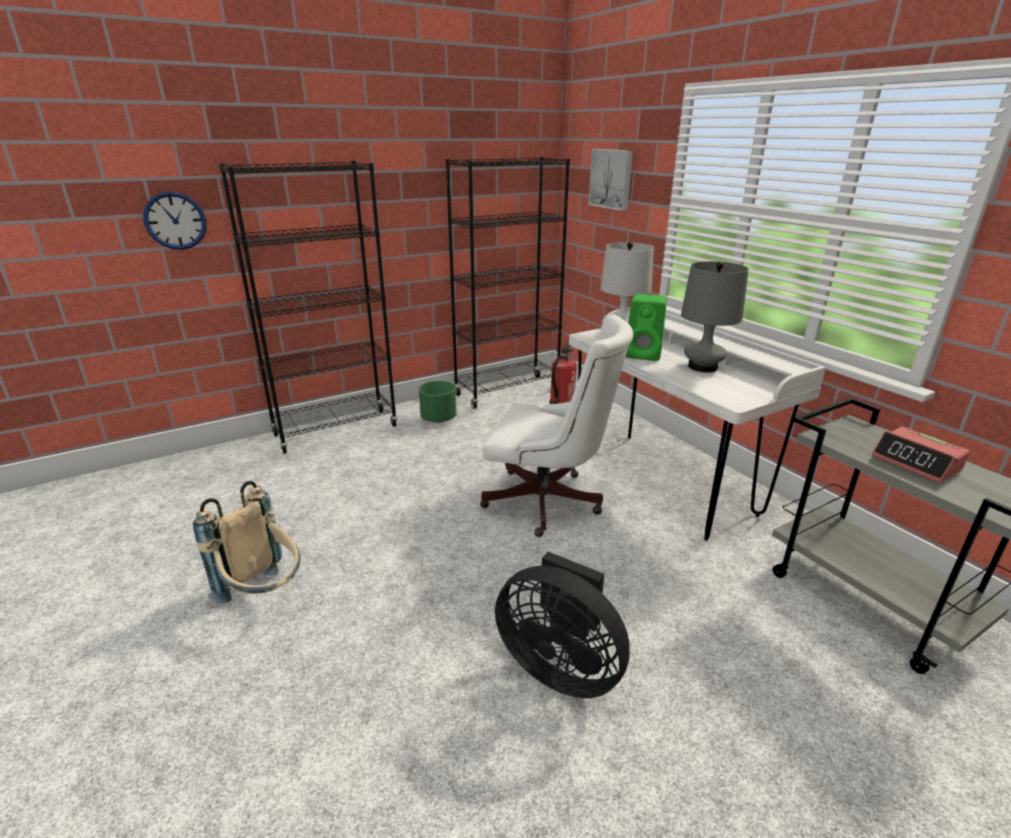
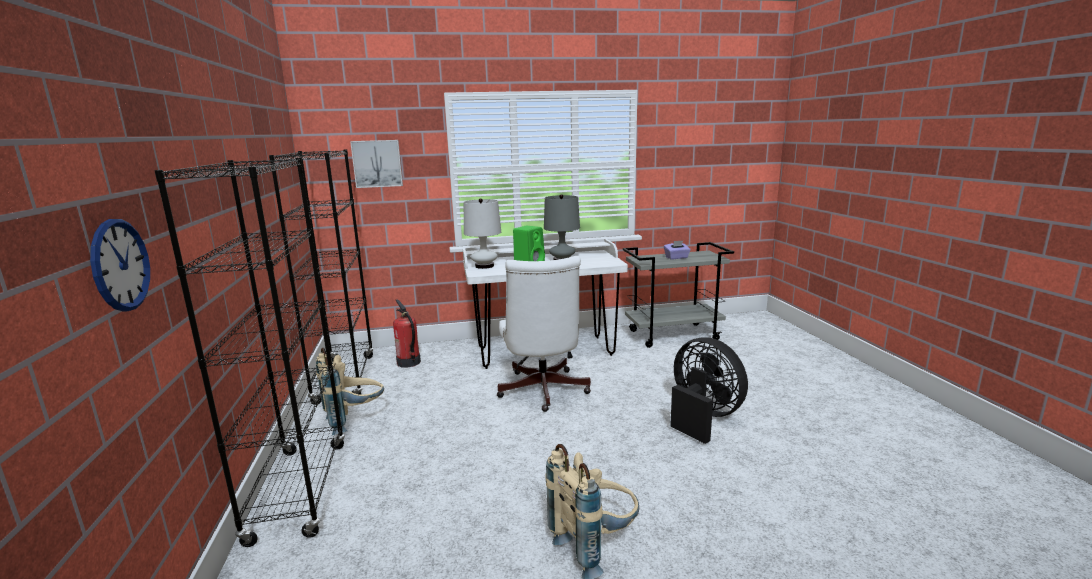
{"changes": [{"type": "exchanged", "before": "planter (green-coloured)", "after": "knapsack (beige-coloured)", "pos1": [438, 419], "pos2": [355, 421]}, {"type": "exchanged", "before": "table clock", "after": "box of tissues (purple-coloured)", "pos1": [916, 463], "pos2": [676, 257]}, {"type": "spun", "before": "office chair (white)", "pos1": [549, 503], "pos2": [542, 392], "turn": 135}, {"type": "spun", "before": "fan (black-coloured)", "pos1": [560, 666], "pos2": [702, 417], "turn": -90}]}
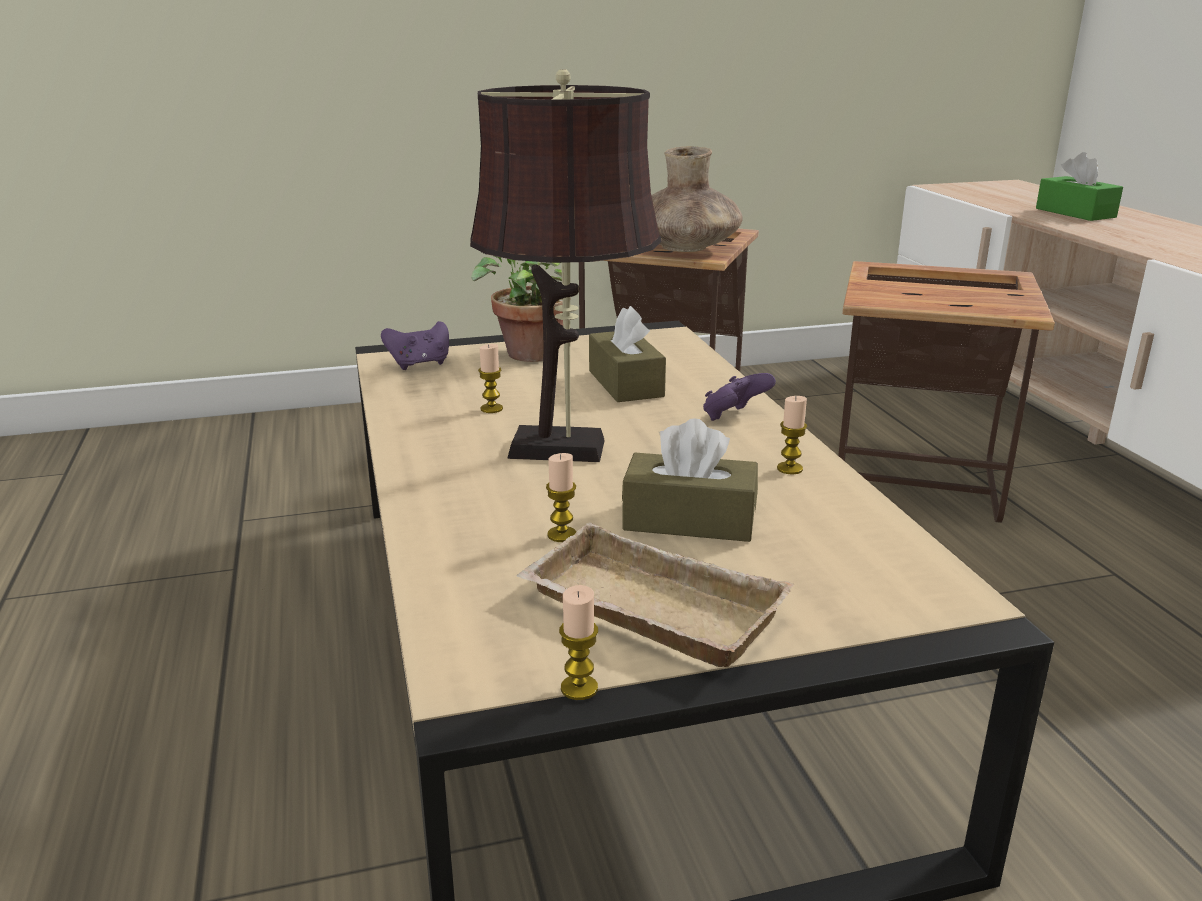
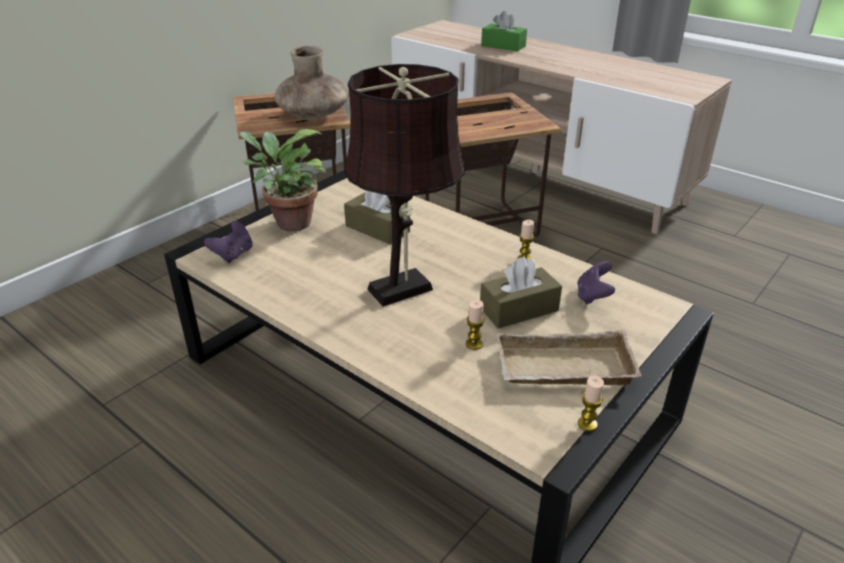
{"changes": [{"type": "missing", "before": "candle", "pos1": [491, 409]}, {"type": "relocated", "before": "joypad (purple-coloured)", "pos1": [734, 418], "pos2": [593, 296]}]}
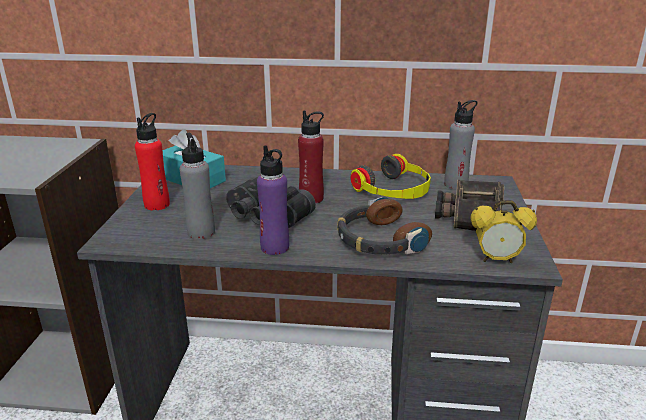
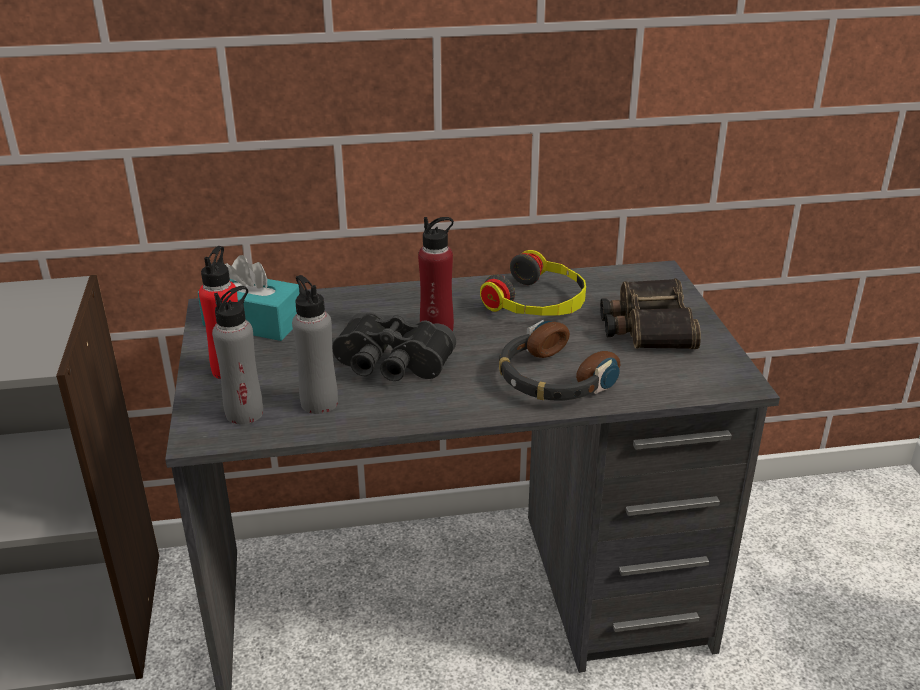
{"changes": [{"type": "missing", "before": "drink bottle (purple-coloured)", "pos1": [275, 247]}, {"type": "missing", "before": "table clock", "pos1": [496, 260]}, {"type": "relocated", "before": "drink bottle (gray)", "pos1": [456, 184], "pos2": [244, 413]}]}
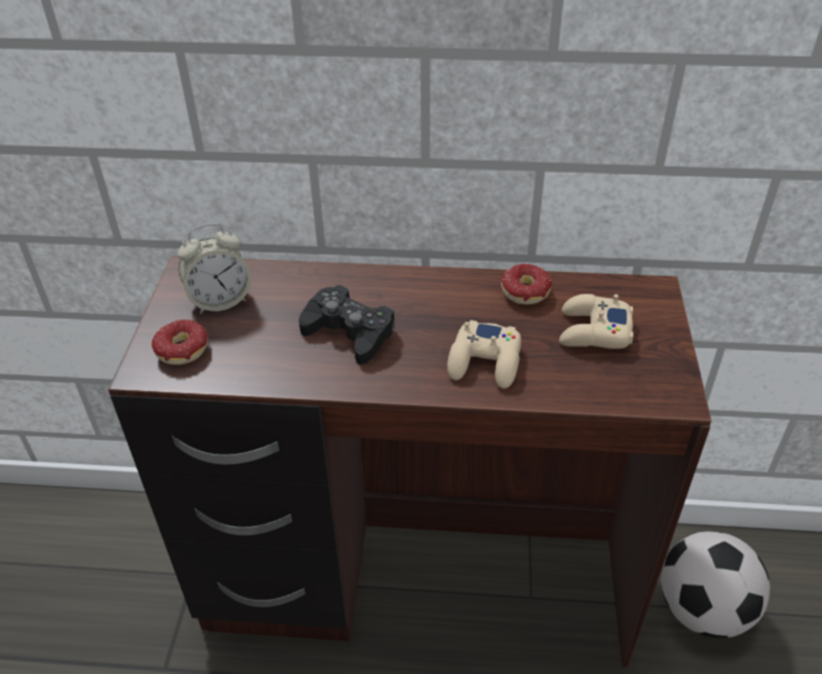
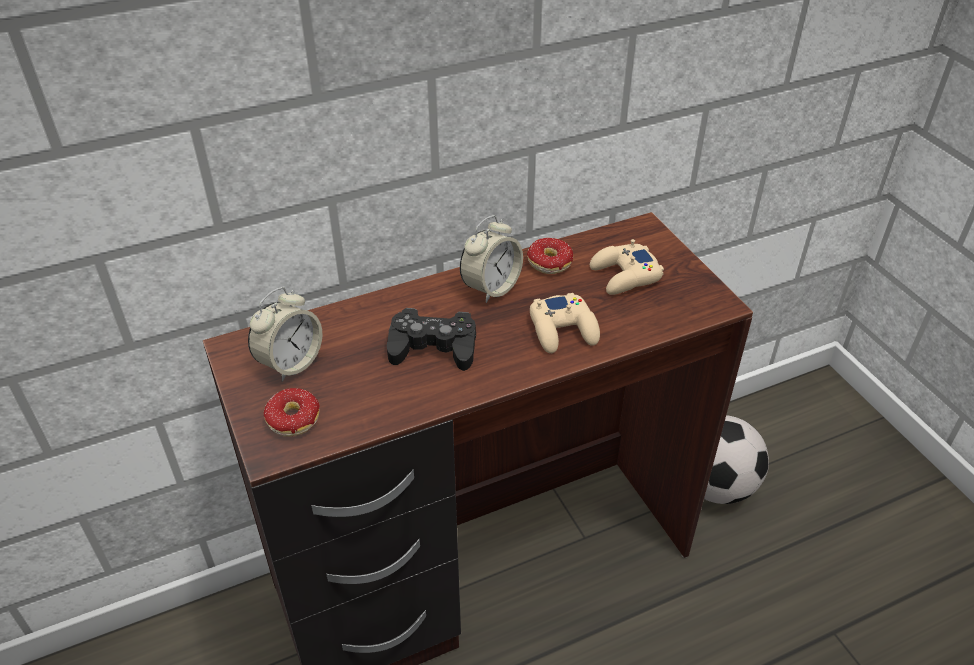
{"changes": [{"type": "appeared", "after": "table clock", "pos2": [491, 288]}]}
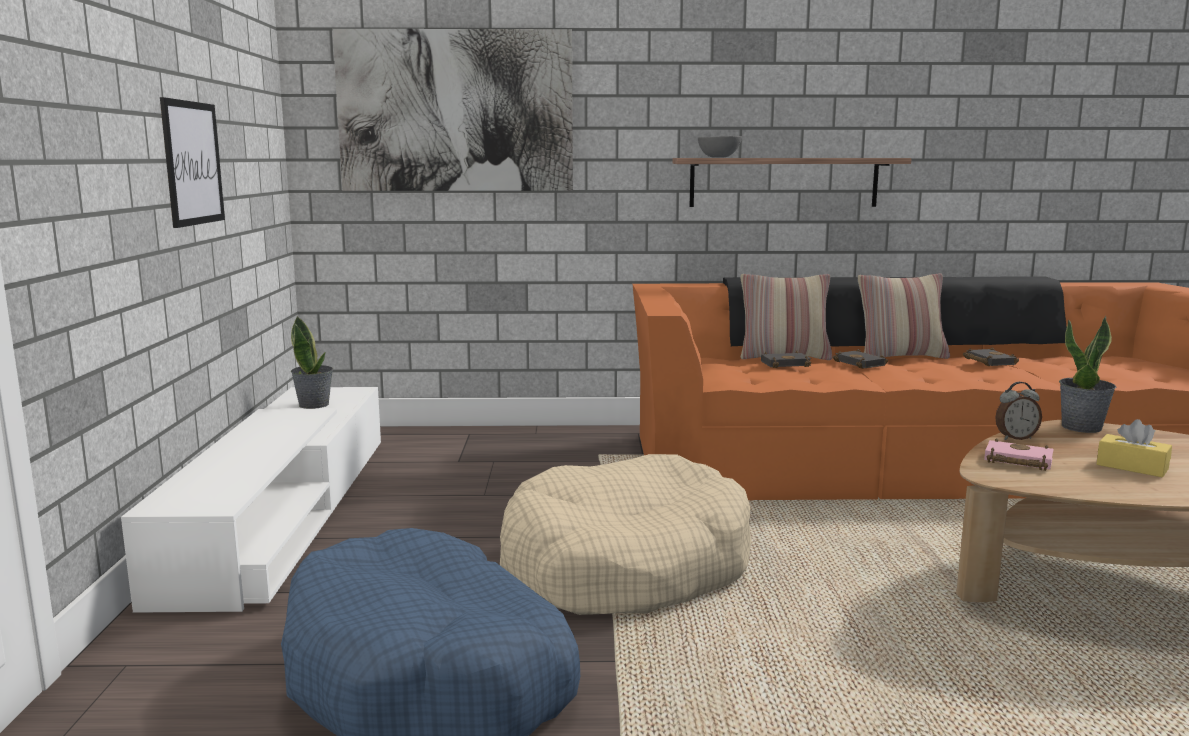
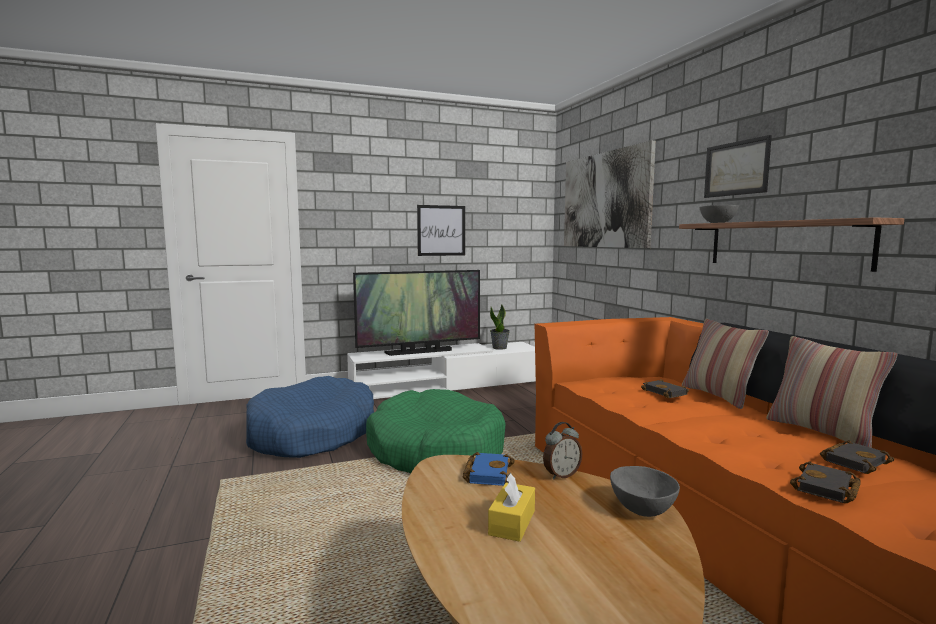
{"changes": [{"type": "appeared", "after": "TV set", "pos2": [419, 351]}, {"type": "appeared", "after": "wall art", "pos2": [736, 168]}, {"type": "relocated", "before": "bound book (black-coloured)", "pos1": [862, 363], "pos2": [827, 489]}, {"type": "exchanged", "before": "houseplant", "after": "bowl (gray)", "pos1": [1082, 427], "pos2": [642, 508]}, {"type": "colour", "before": "dog bed (beige-coloured)", "after": "dog bed (green-coloured)", "pos1": [625, 566], "pos2": [435, 452]}, {"type": "colour", "before": "bound book (pink)", "after": "bound book (blue)", "pos1": [1016, 461], "pos2": [487, 473]}, {"type": "spun", "before": "table clock", "pos1": [1015, 438], "pos2": [561, 475], "turn": -90}]}
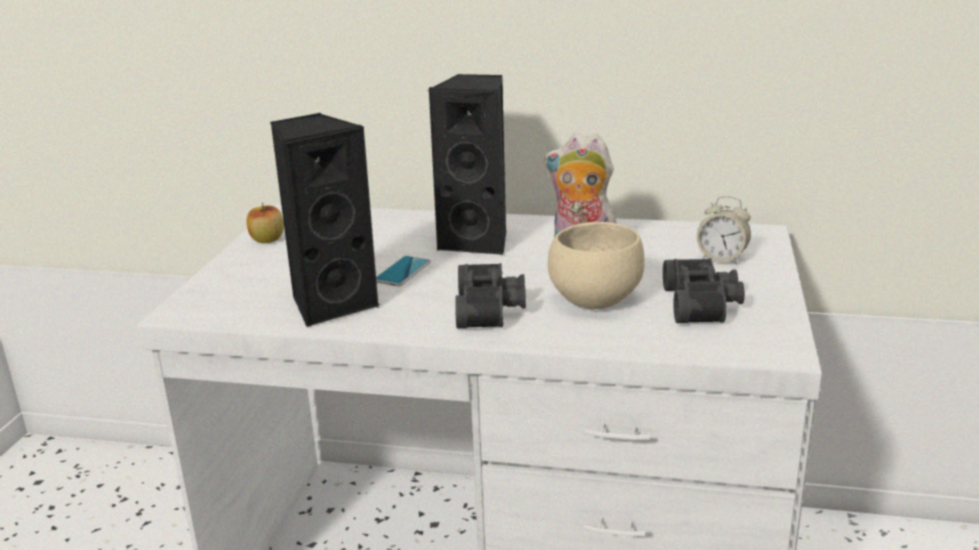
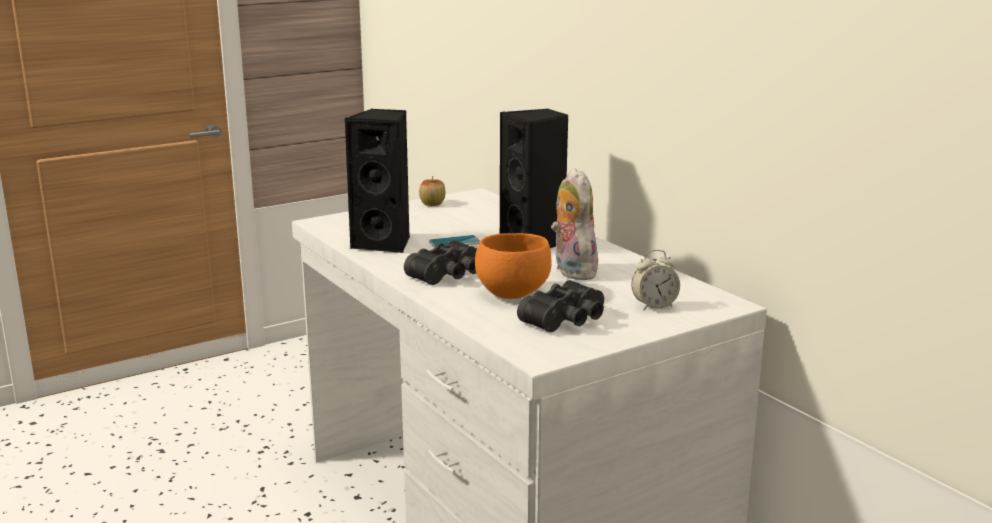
{"changes": [{"type": "colour", "before": "bowl (beige-coloured)", "after": "bowl (orangey)", "pos1": [592, 300], "pos2": [512, 293]}, {"type": "spun", "before": "table clock", "pos1": [722, 258], "pos2": [654, 306], "turn": -90}]}
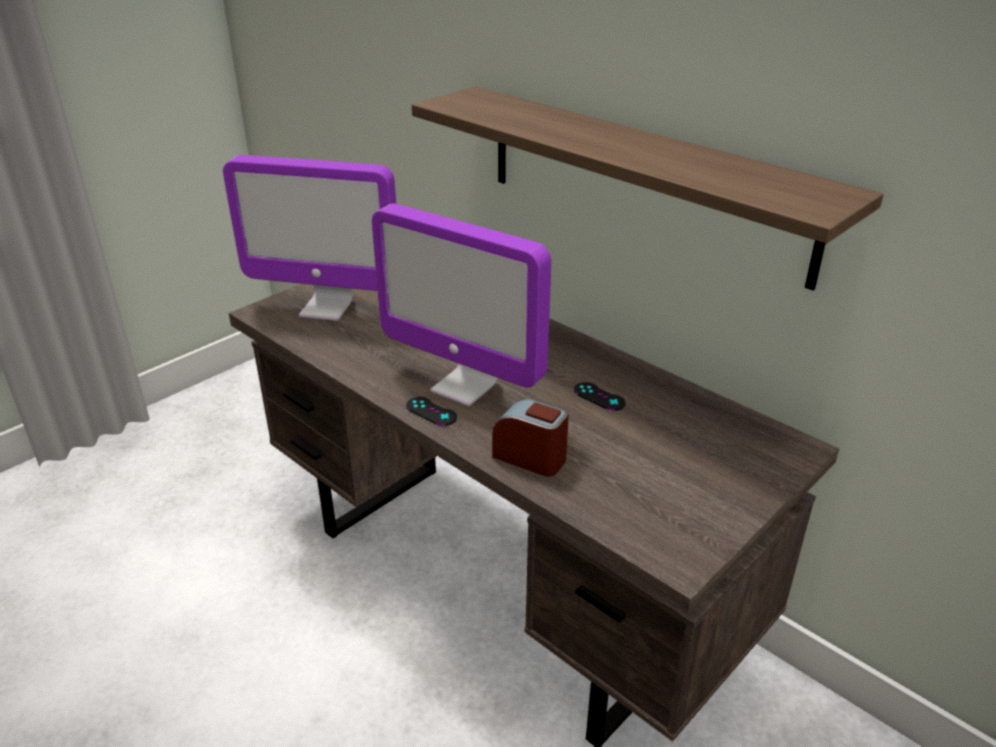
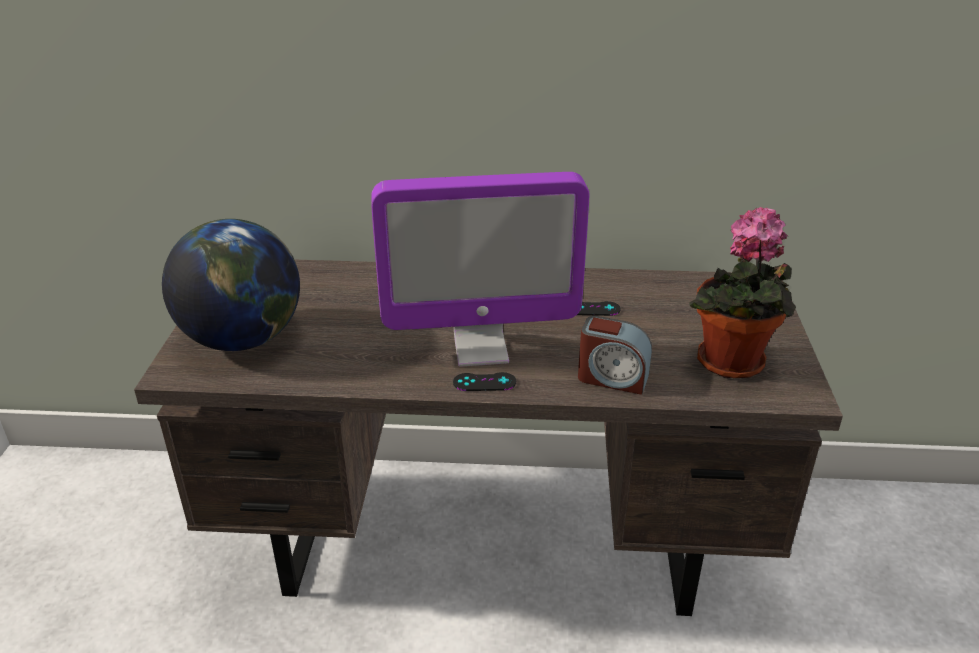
{"changes": [{"type": "missing", "before": "wall shelf", "pos1": [642, 181]}, {"type": "appeared", "after": "houseplant", "pos2": [732, 365]}, {"type": "exchanged", "before": "computer display", "after": "globe", "pos1": [326, 308], "pos2": [243, 338]}, {"type": "spun", "before": "table clock", "pos1": [530, 457], "pos2": [612, 378], "turn": -150}]}
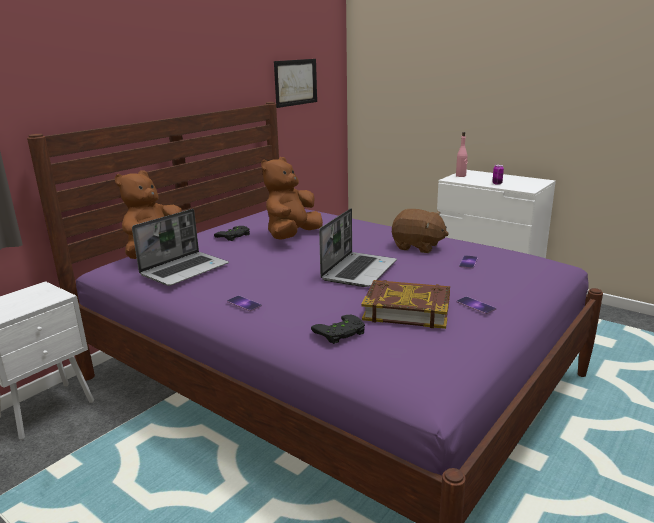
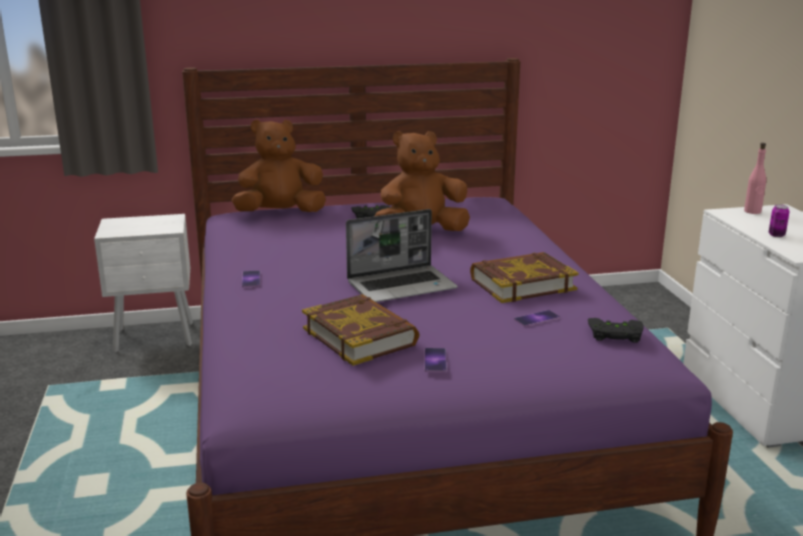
{"changes": [{"type": "missing", "before": "portable computer", "pos1": [185, 270]}, {"type": "missing", "before": "wall art", "pos1": [295, 82]}, {"type": "relocated", "before": "joypad (black-coloured)", "pos1": [341, 333], "pos2": [615, 335]}, {"type": "exchanged", "before": "cuddly toy (brownish)", "after": "bound book", "pos1": [417, 247], "pos2": [522, 284]}]}
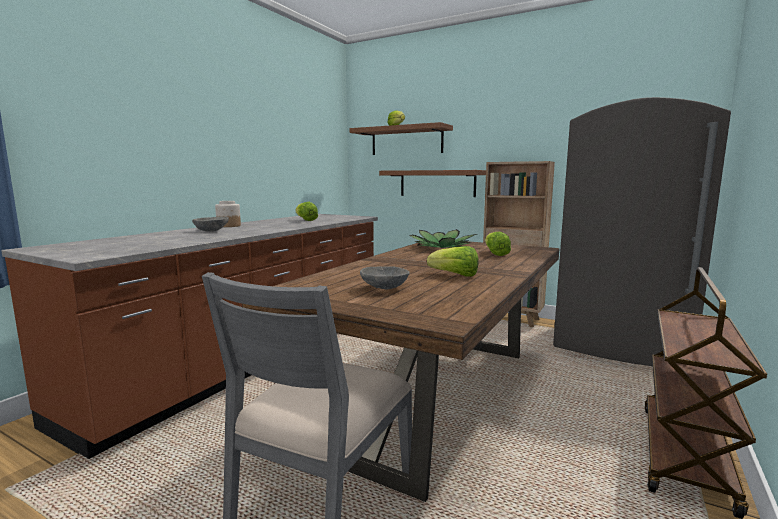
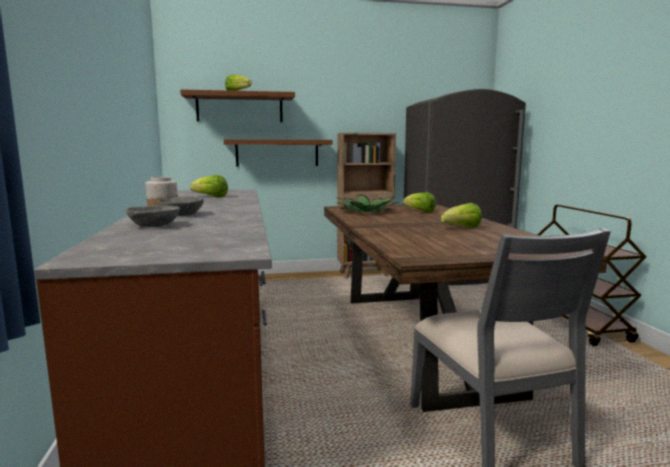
{"changes": [{"type": "relocated", "before": "bowl (gray)", "pos1": [383, 288], "pos2": [154, 226]}]}
